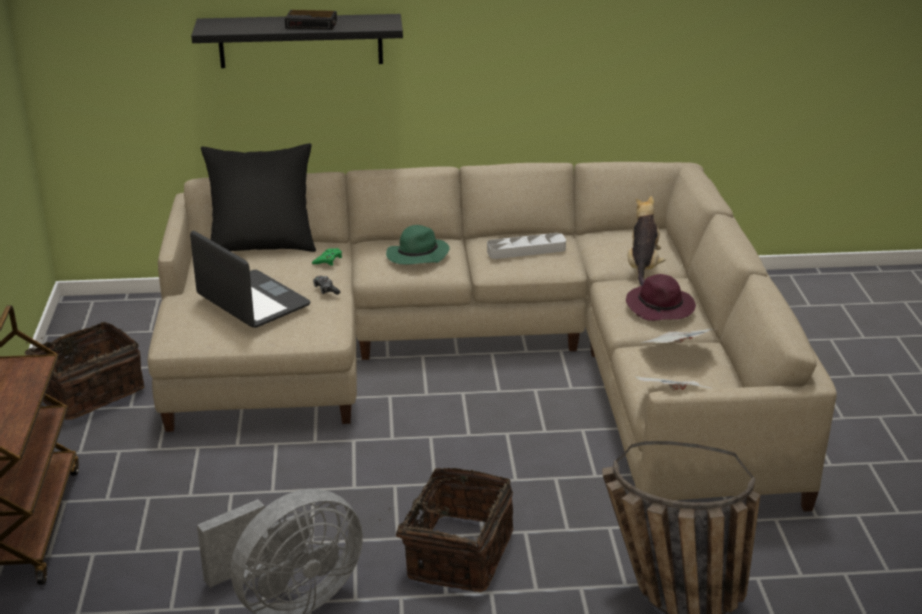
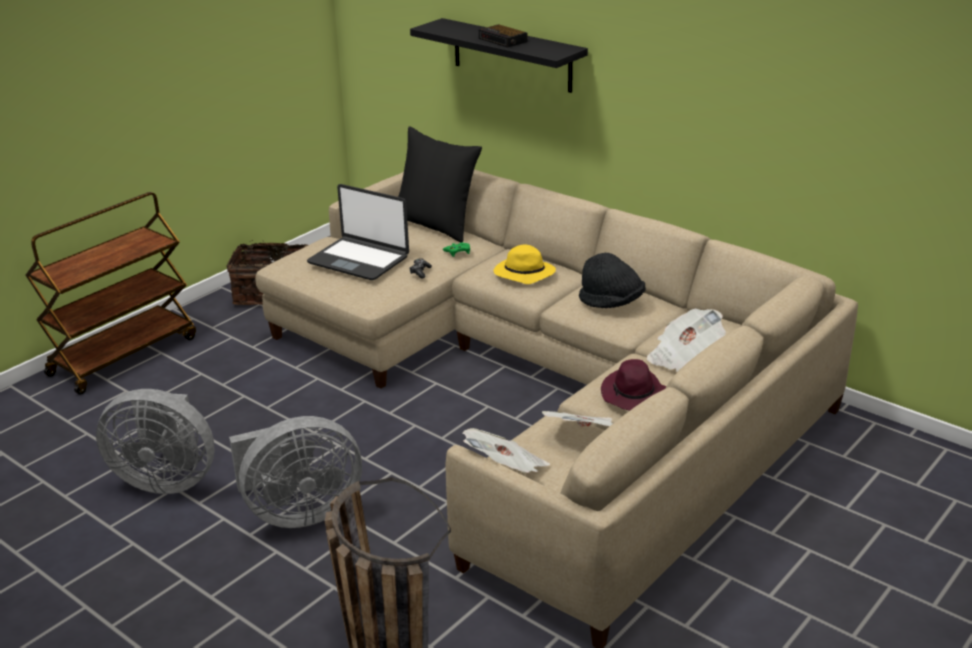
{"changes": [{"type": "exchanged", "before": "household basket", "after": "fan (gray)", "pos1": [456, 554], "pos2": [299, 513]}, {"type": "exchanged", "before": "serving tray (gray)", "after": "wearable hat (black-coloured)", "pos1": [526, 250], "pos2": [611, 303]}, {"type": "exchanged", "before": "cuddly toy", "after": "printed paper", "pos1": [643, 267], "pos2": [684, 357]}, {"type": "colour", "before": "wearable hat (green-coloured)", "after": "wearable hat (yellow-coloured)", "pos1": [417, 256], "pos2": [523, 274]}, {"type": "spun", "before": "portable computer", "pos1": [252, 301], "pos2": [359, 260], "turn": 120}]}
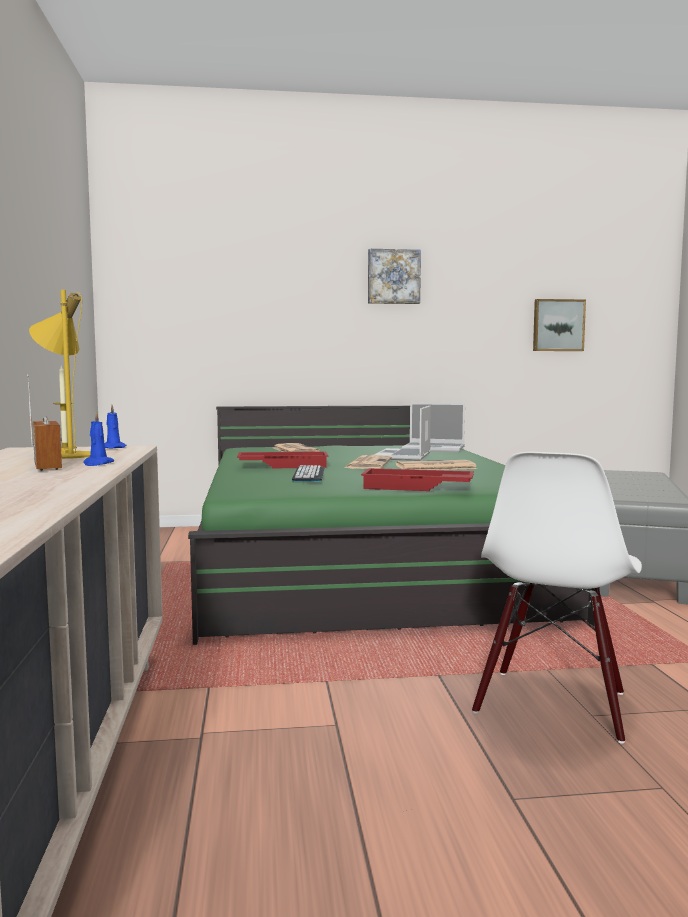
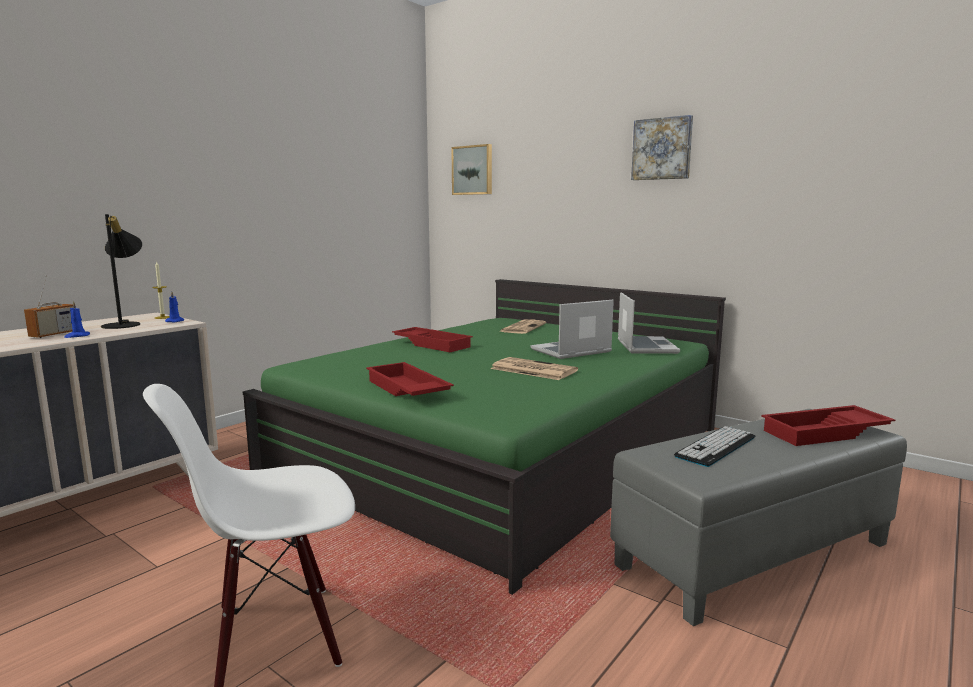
{"changes": [{"type": "missing", "before": "printed paper", "pos1": [368, 464]}, {"type": "appeared", "after": "serving tray (red)", "pos2": [826, 433]}, {"type": "relocated", "before": "computer keyboard", "pos1": [309, 475], "pos2": [716, 447]}, {"type": "relocated", "before": "wall art", "pos1": [558, 325], "pos2": [473, 170]}, {"type": "colour", "before": "table lamp (yellow-coloured)", "after": "table lamp (black-coloured)", "pos1": [67, 454], "pos2": [125, 324]}, {"type": "spun", "before": "portable computer", "pos1": [434, 449], "pos2": [645, 346], "turn": -150}]}
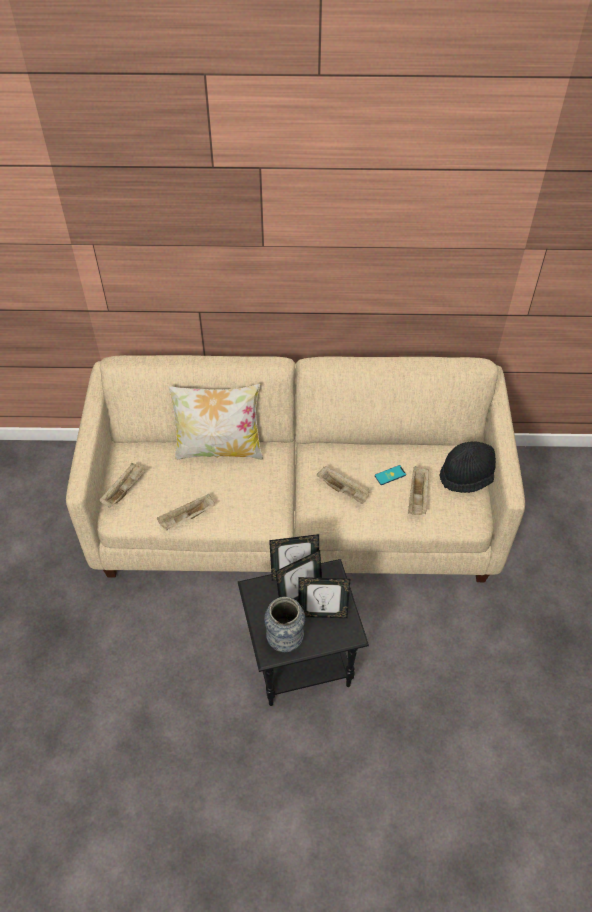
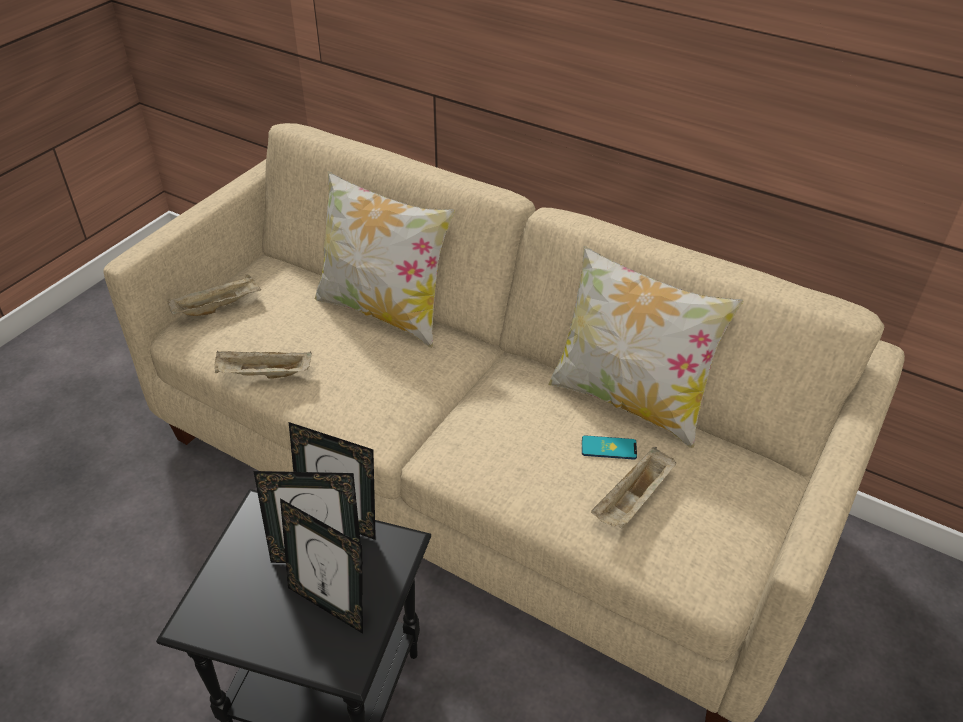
{"changes": [{"type": "missing", "before": "vase", "pos1": [285, 640]}, {"type": "missing", "before": "serving tray (beige-coloured)", "pos1": [343, 490]}, {"type": "missing", "before": "wearable hat (black-coloured)", "pos1": [469, 475]}, {"type": "appeared", "after": "pillow", "pos2": [629, 400]}]}
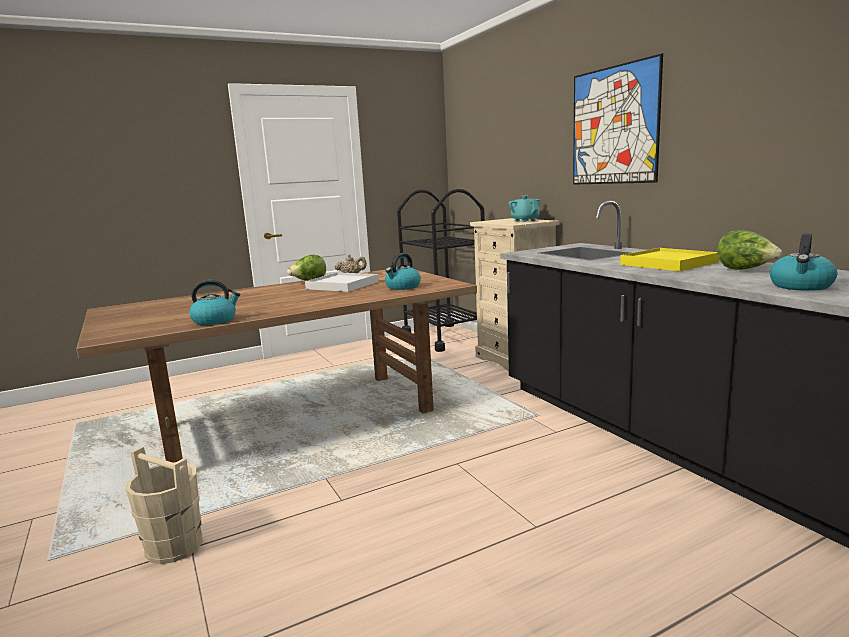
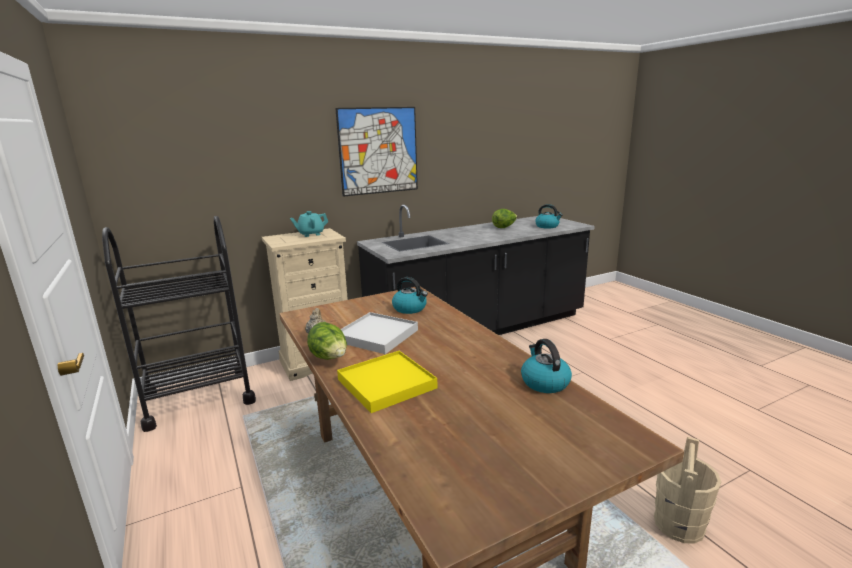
{"changes": [{"type": "relocated", "before": "serving tray (yellow-coloured)", "pos1": [668, 263], "pos2": [386, 384]}]}
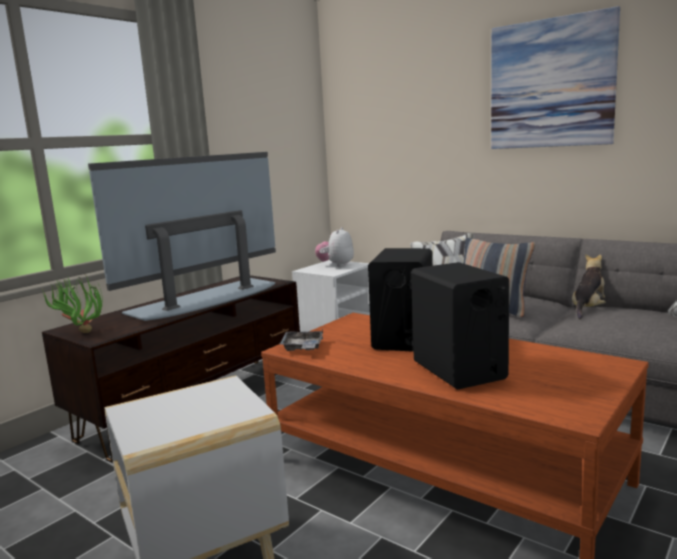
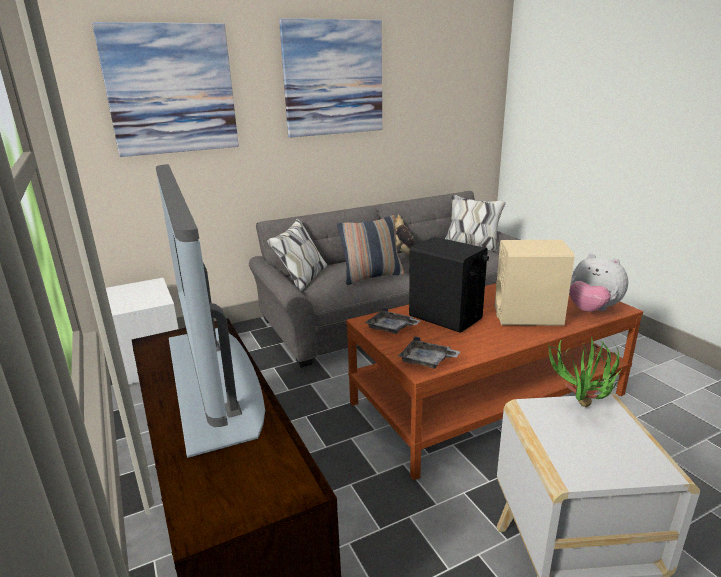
{"changes": [{"type": "appeared", "after": "wall art", "pos2": [171, 90]}, {"type": "appeared", "after": "serving tray (gray)", "pos2": [391, 328]}, {"type": "relocated", "before": "houseplant", "pos1": [80, 332], "pos2": [580, 409]}, {"type": "relocated", "before": "cuddly toy", "pos1": [336, 265], "pos2": [592, 310]}, {"type": "colour", "before": "audio speaker (black-coloured)", "after": "audio speaker (beige-coloured)", "pos1": [459, 370], "pos2": [528, 316]}]}
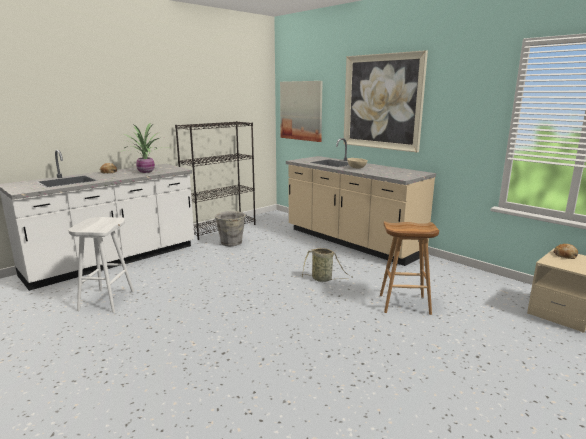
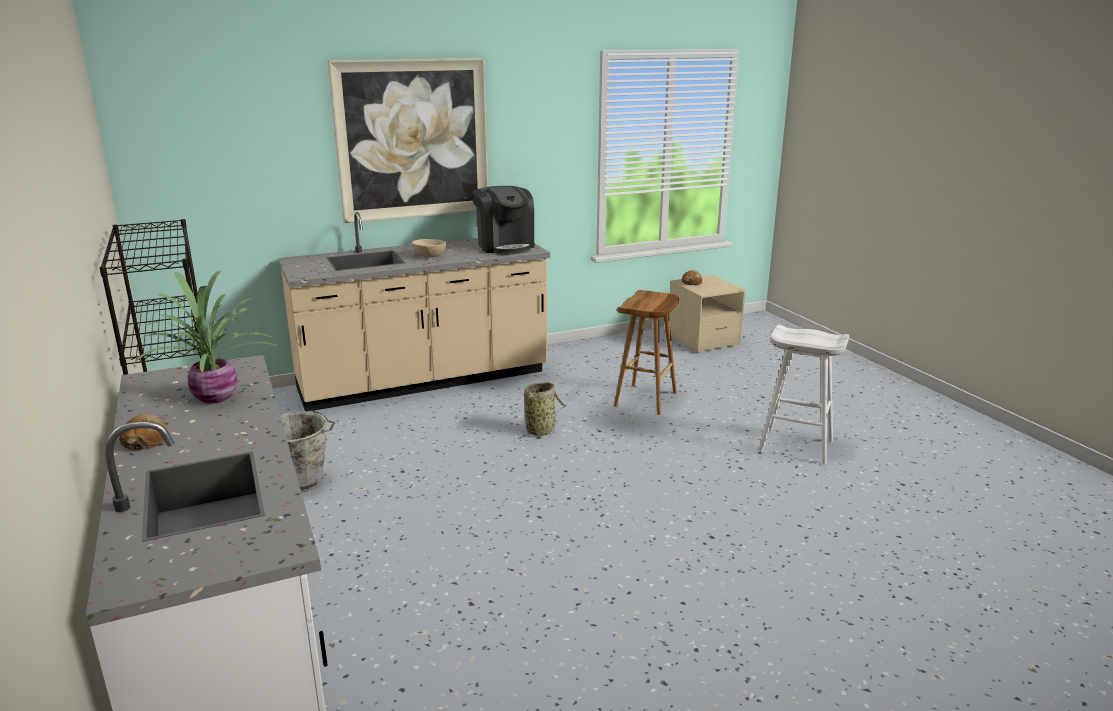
{"changes": [{"type": "missing", "before": "wall art", "pos1": [301, 110]}, {"type": "appeared", "after": "coffee brewer", "pos2": [504, 246]}, {"type": "relocated", "before": "sitting stool (white)", "pos1": [106, 300], "pos2": [794, 446]}]}
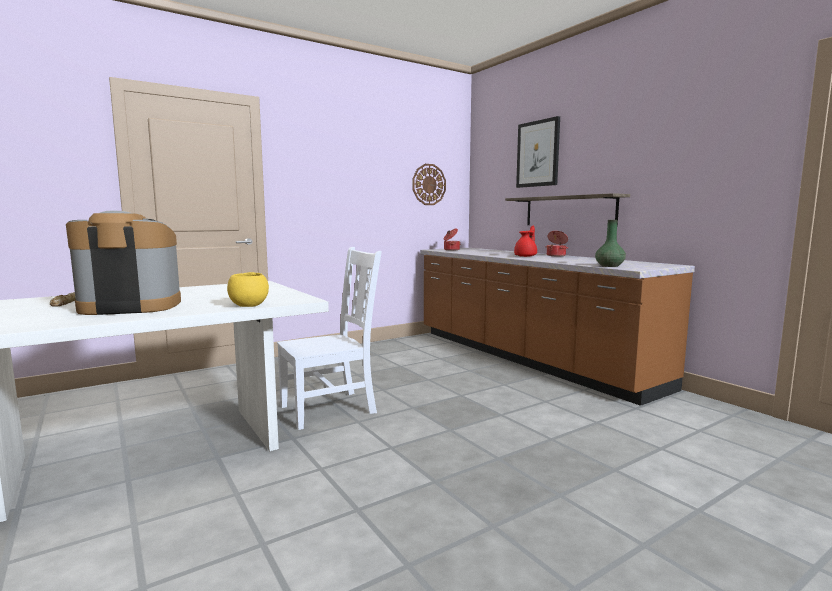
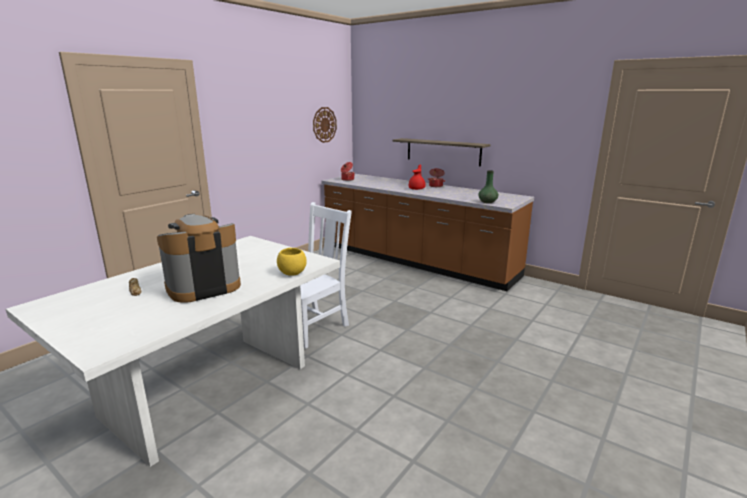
{"changes": [{"type": "missing", "before": "wall art", "pos1": [538, 154]}]}
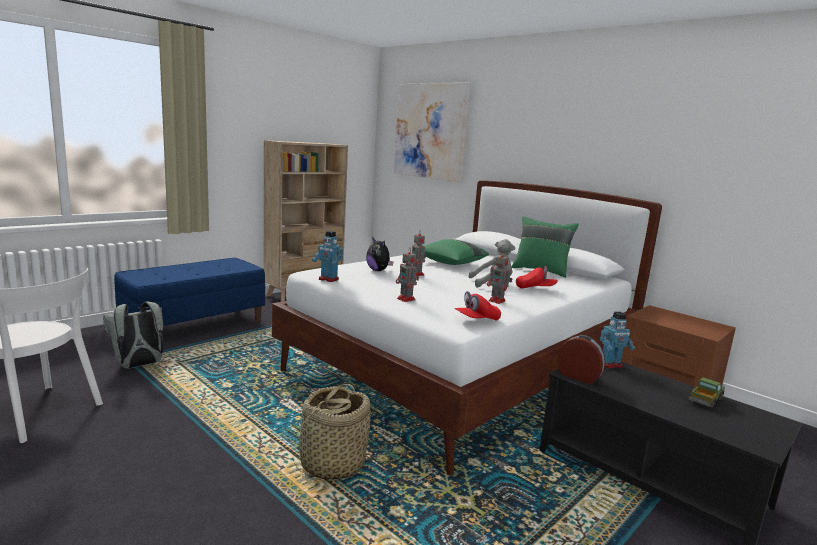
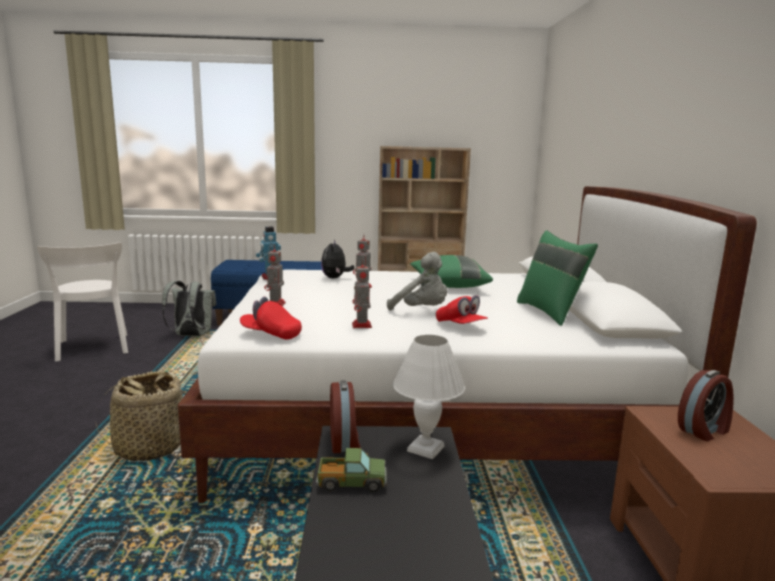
{"changes": [{"type": "missing", "before": "wall art", "pos1": [430, 131]}, {"type": "appeared", "after": "table clock", "pos2": [704, 430]}, {"type": "relocated", "before": "toy truck", "pos1": [705, 400], "pos2": [351, 483]}, {"type": "exchanged", "before": "toy robot", "after": "table lamp (white)", "pos1": [611, 365], "pos2": [426, 449]}]}
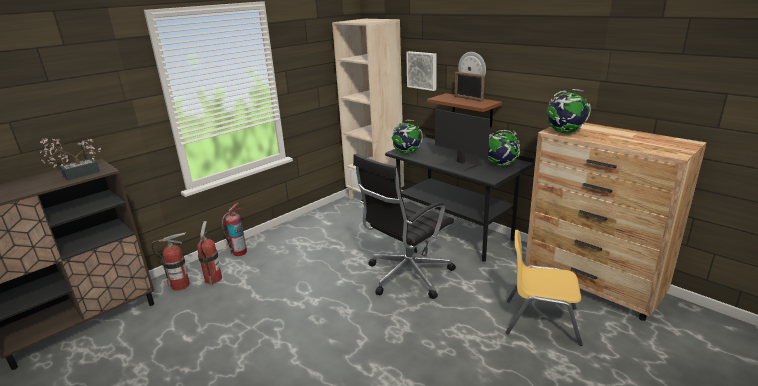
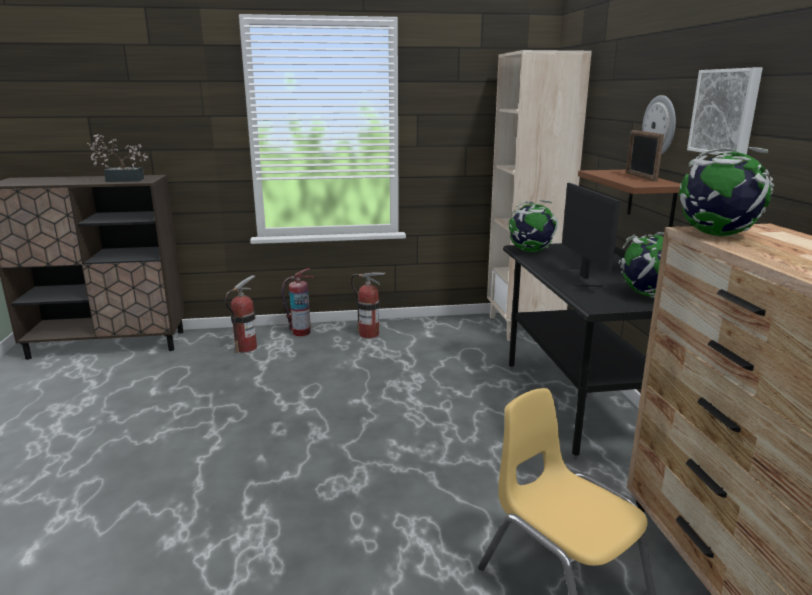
{"changes": [{"type": "missing", "before": "office chair (black-coloured)", "pos1": [407, 276]}, {"type": "relocated", "before": "fire-fighting cylinder", "pos1": [180, 285], "pos2": [369, 334]}, {"type": "relocated", "before": "wall art", "pos1": [422, 70], "pos2": [726, 112]}]}
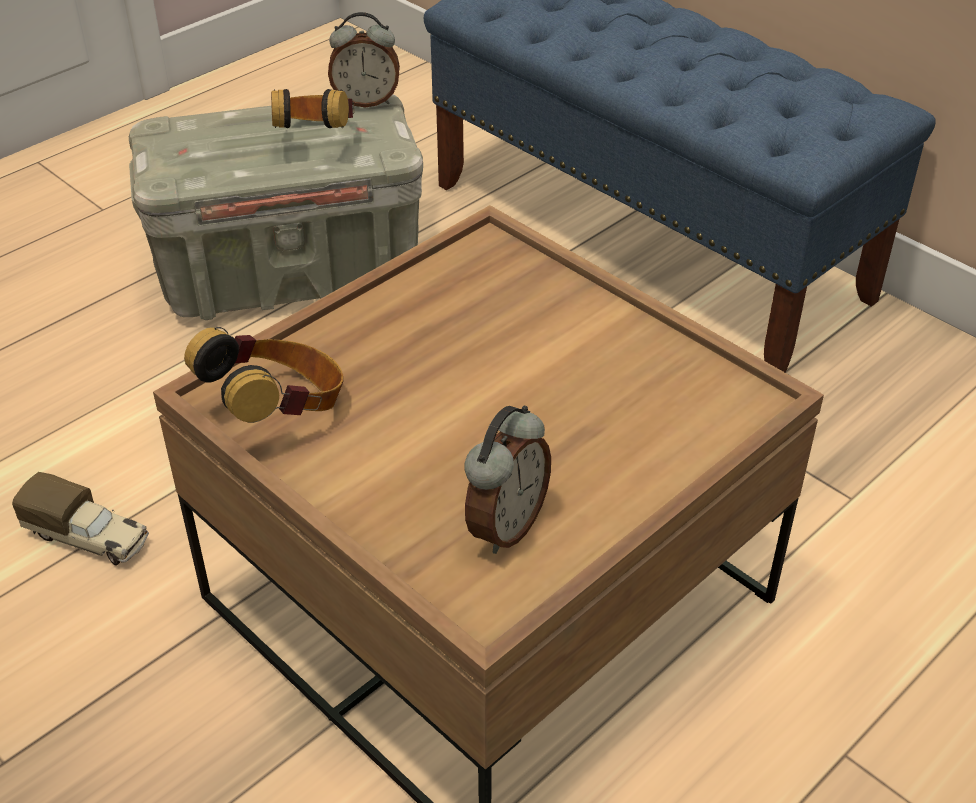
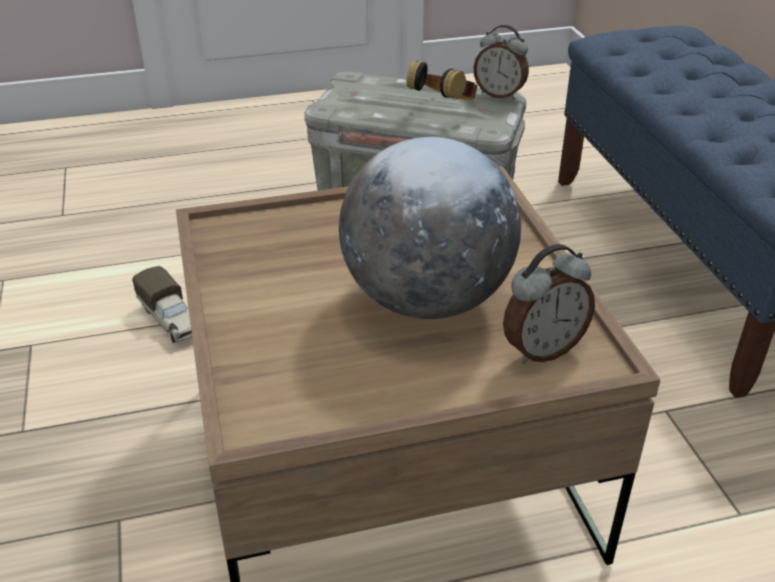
{"changes": [{"type": "missing", "before": "headset", "pos1": [278, 411]}, {"type": "appeared", "after": "globe", "pos2": [426, 300]}, {"type": "relocated", "before": "table clock", "pos1": [505, 526], "pos2": [542, 349]}]}
